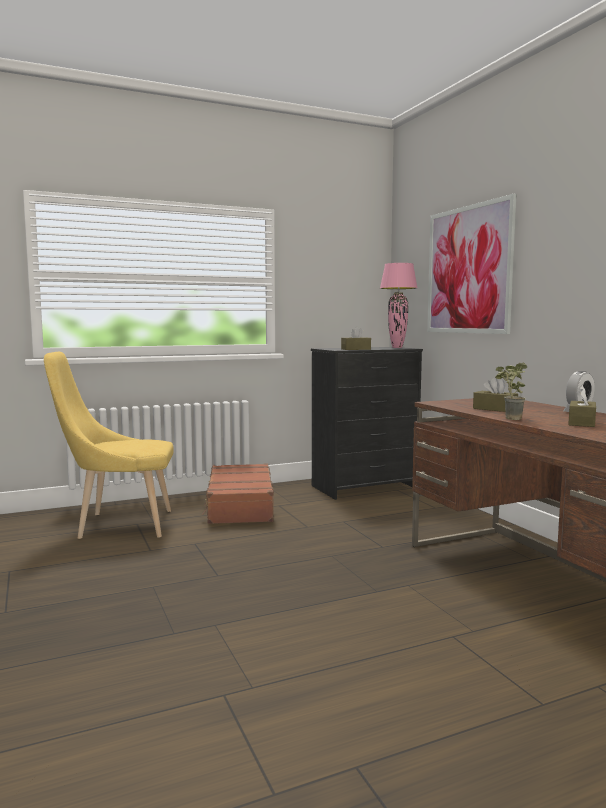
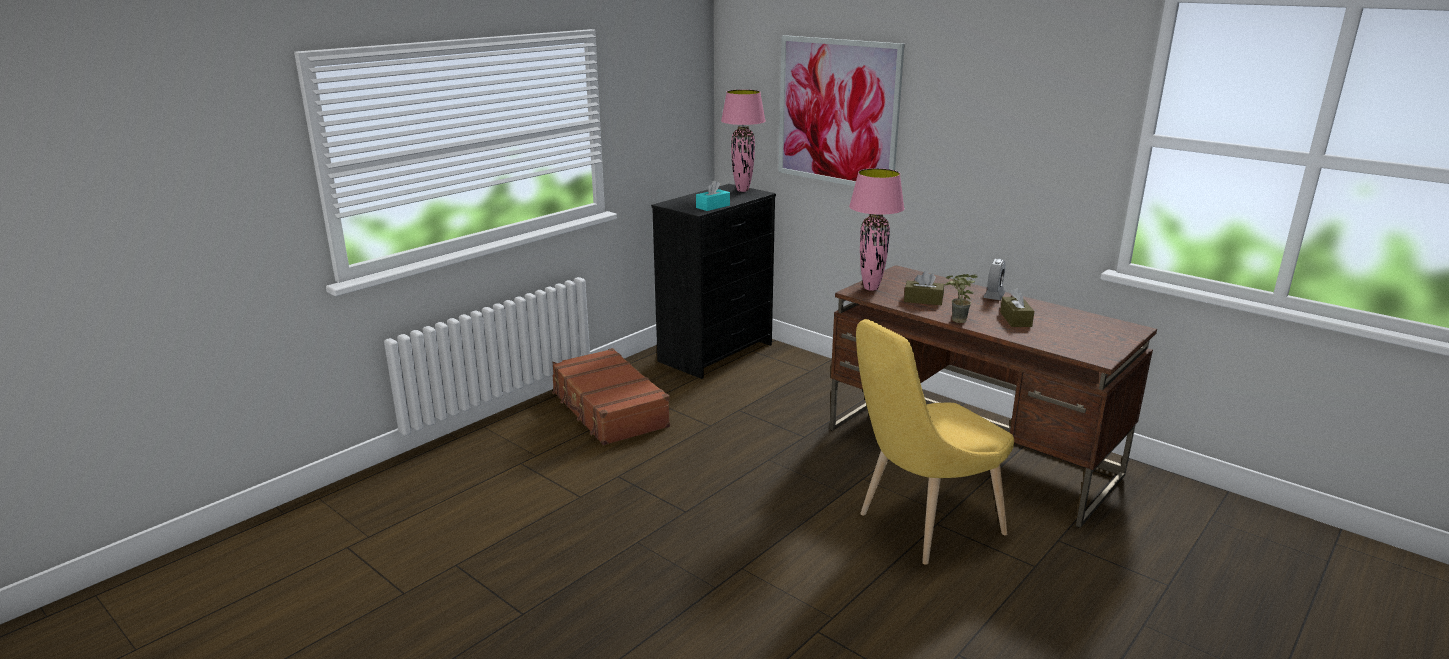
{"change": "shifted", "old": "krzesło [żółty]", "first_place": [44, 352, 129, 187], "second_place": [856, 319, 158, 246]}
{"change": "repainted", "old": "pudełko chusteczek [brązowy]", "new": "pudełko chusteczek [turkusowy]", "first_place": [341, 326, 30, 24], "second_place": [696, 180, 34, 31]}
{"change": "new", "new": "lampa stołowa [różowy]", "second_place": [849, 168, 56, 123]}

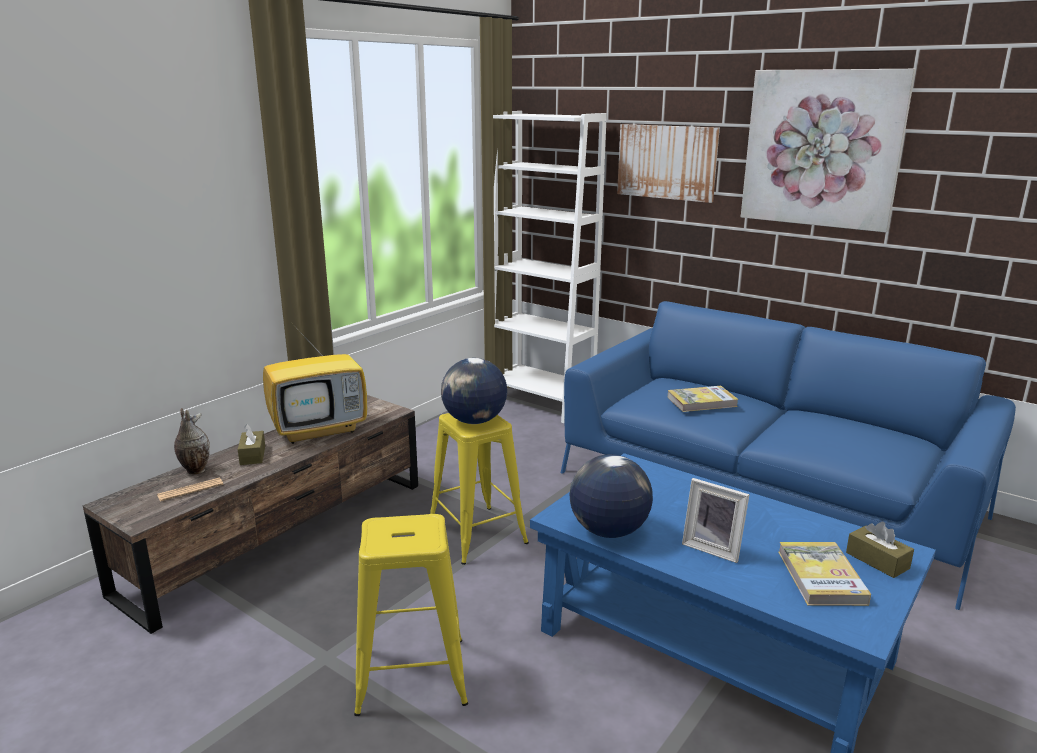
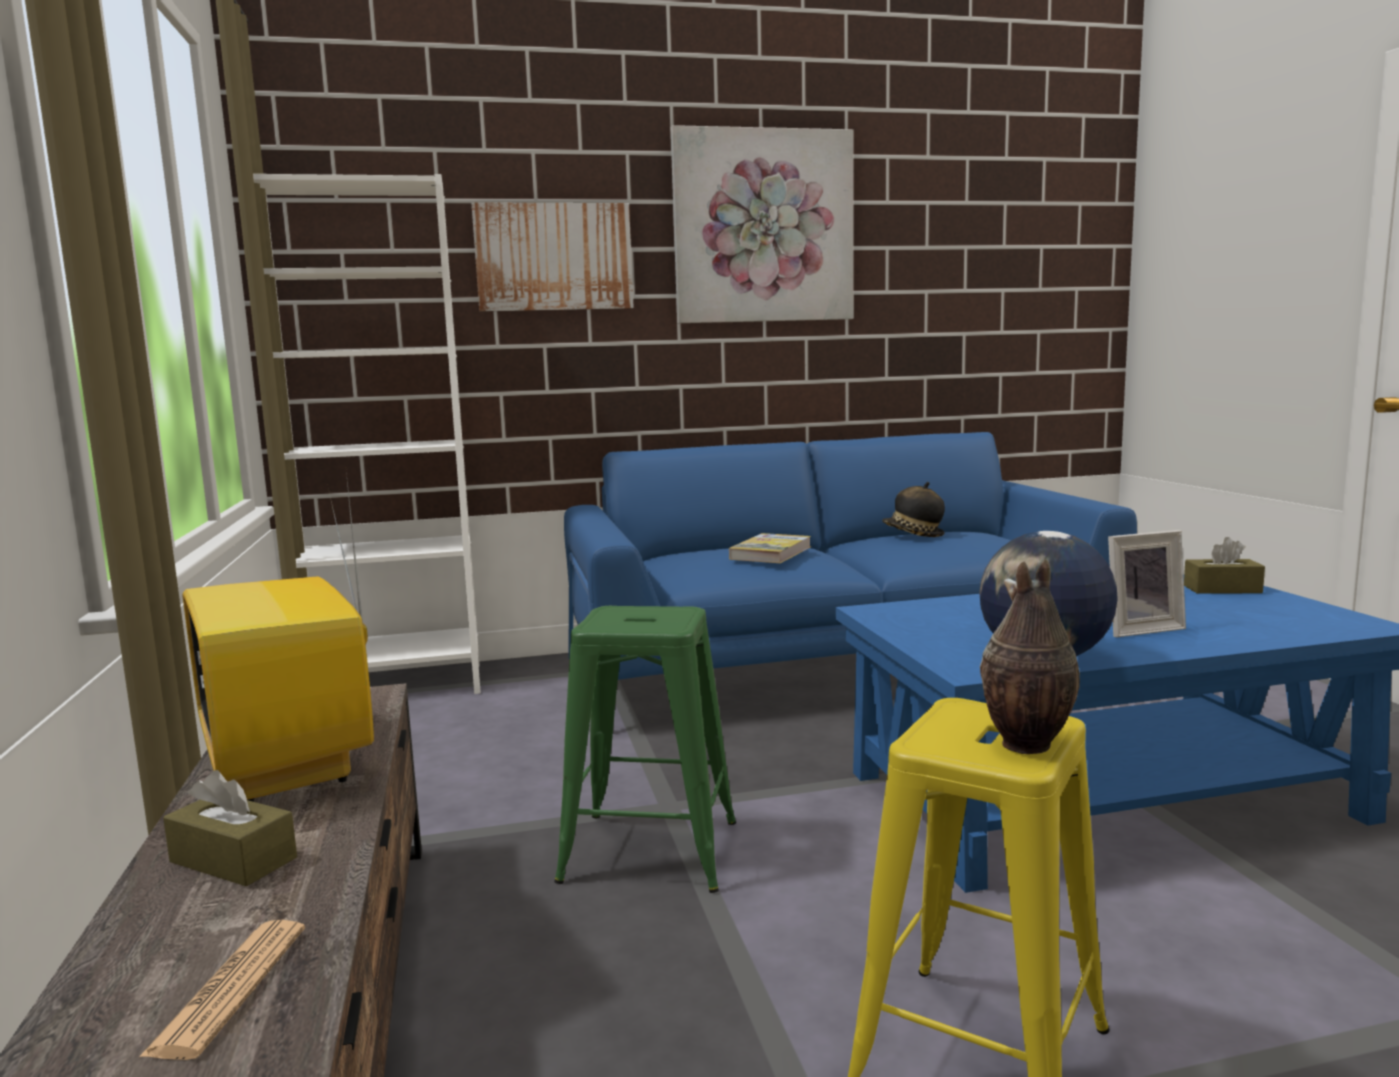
{"change": "shifted", "old": "wazon", "first_place": [174, 408, 36, 66], "second_place": [980, 558, 100, 196]}
{"change": "rotated", "old": "telewizor", "first_place": [263, 305, 104, 139], "second_place": [182, 473, 192, 329], "degrees": 135}
{"change": "repainted", "old": "stołek [żółty]", "new": "stołek [zielony]", "first_place": [430, 413, 99, 152], "second_place": [554, 606, 182, 287]}
{"change": "gone", "old": "globus", "first_place": [441, 358, 66, 66]}
{"change": "gone", "old": "książka", "first_place": [778, 542, 93, 64]}
{"change": "new", "new": "kapelusz", "second_place": [882, 482, 63, 55]}

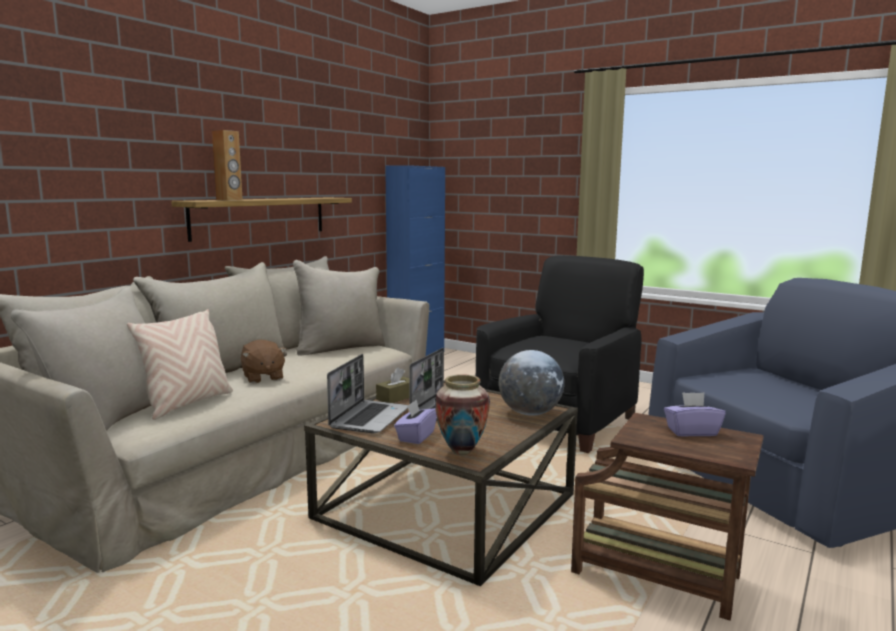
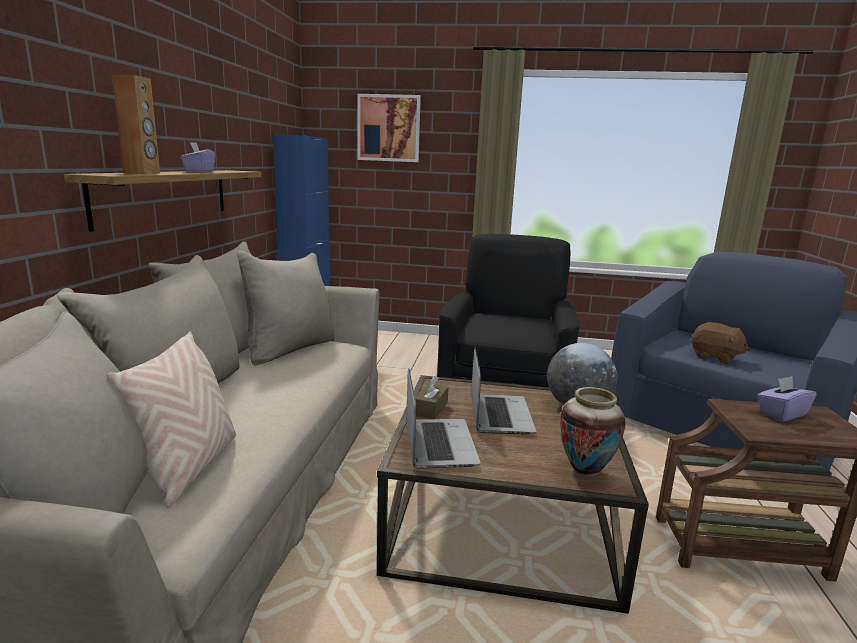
{"change": "shifted", "old": "pluszak [brązowy]", "first_place": [241, 339, 46, 44], "second_place": [691, 322, 59, 42]}
{"change": "shifted", "old": "pudełko chusteczek [fioletowy]", "first_place": [394, 399, 43, 45], "second_place": [180, 142, 35, 31]}
{"change": "new", "new": "obraz", "second_place": [357, 94, 64, 68]}

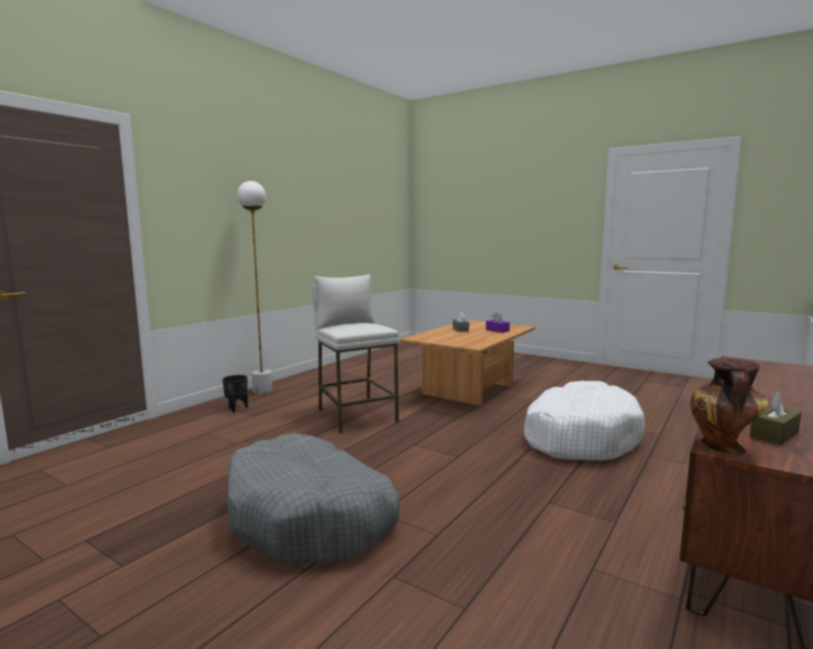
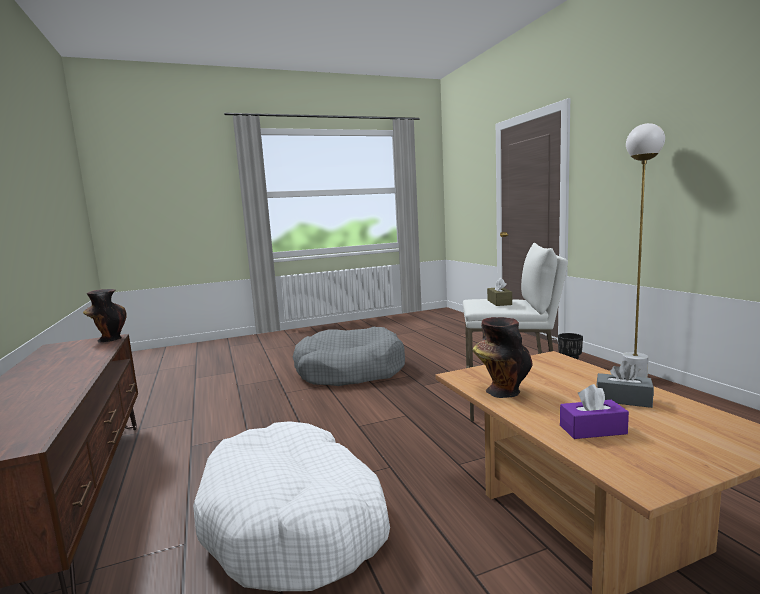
{"change": "shifted", "old": "pudełko chusteczek [brązowy]", "first_place": [749, 393, 52, 52], "second_place": [487, 277, 25, 29]}
{"change": "new", "new": "wazon", "second_place": [473, 317, 60, 81]}

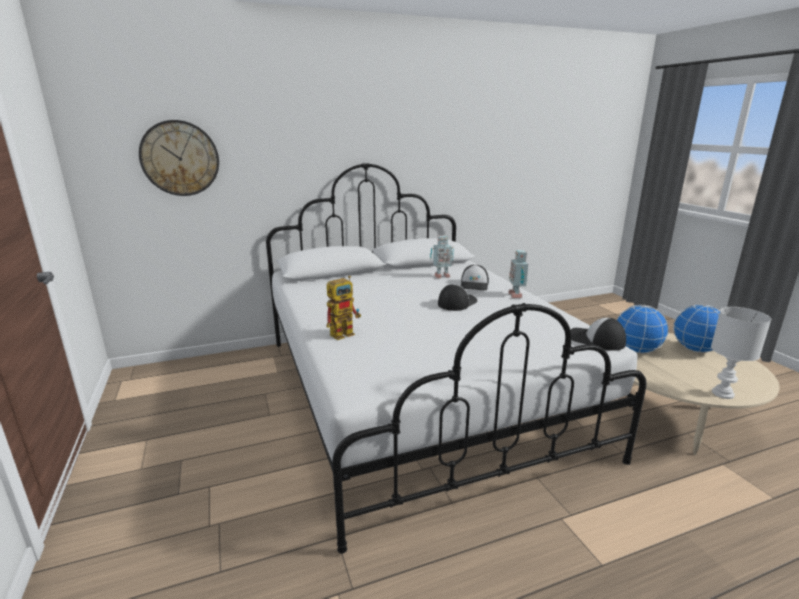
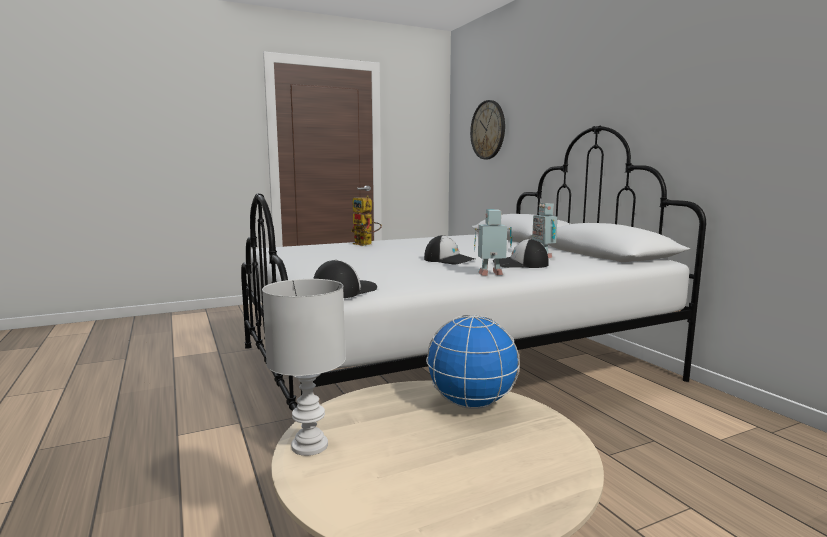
{"change": "gone", "old": "globus", "first_place": [673, 304, 47, 49]}

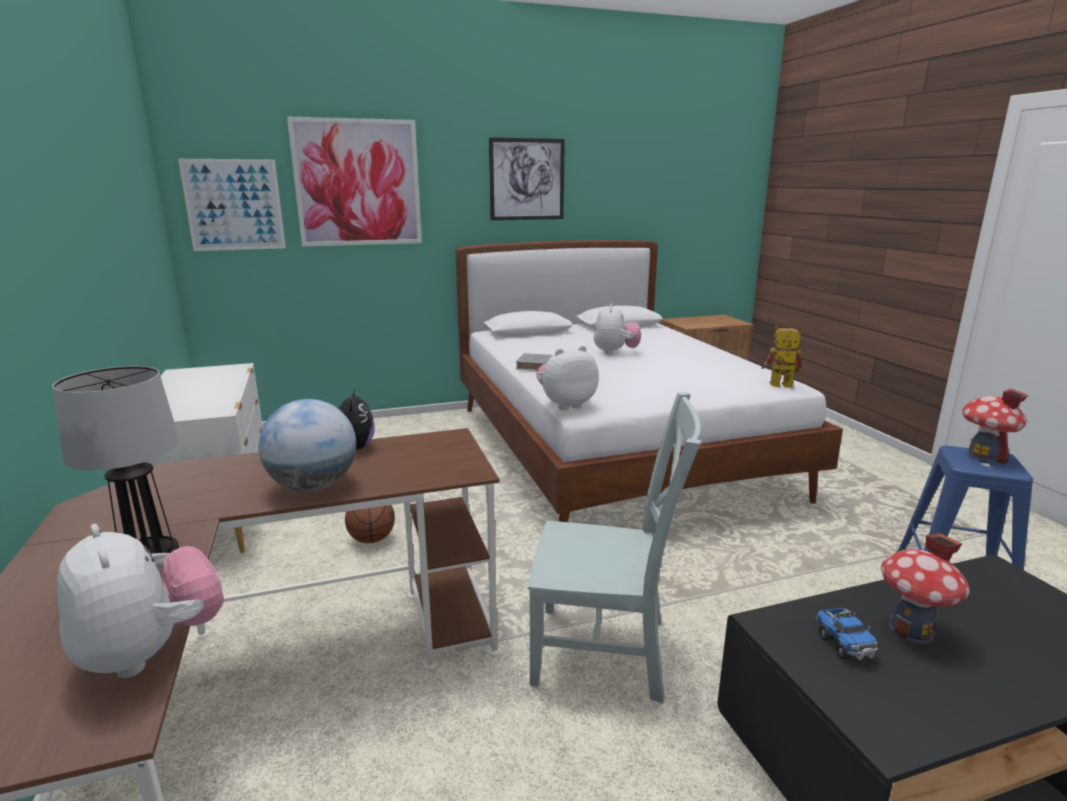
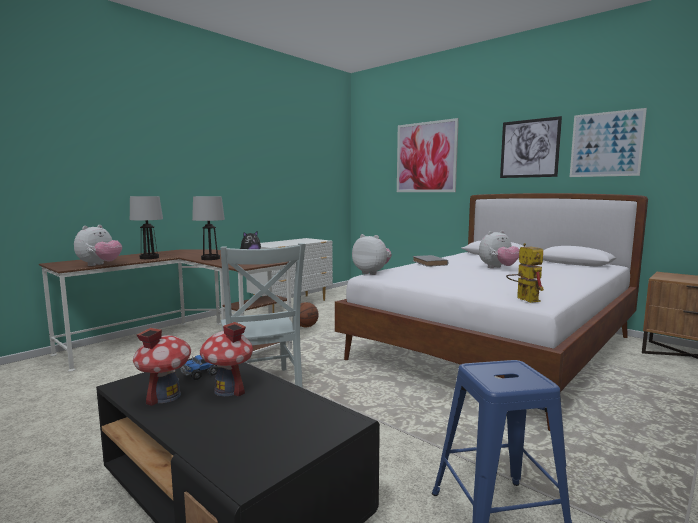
{"change": "shifted", "old": "obraz", "first_place": [178, 159, 108, 92], "second_place": [570, 108, 77, 69]}
{"change": "swapped", "old": "globus", "new": "lampa stołowa", "first_place": [258, 399, 98, 93], "second_place": [192, 196, 33, 64]}
{"change": "shifted", "old": "domek", "first_place": [962, 389, 66, 75], "second_place": [133, 328, 58, 78]}

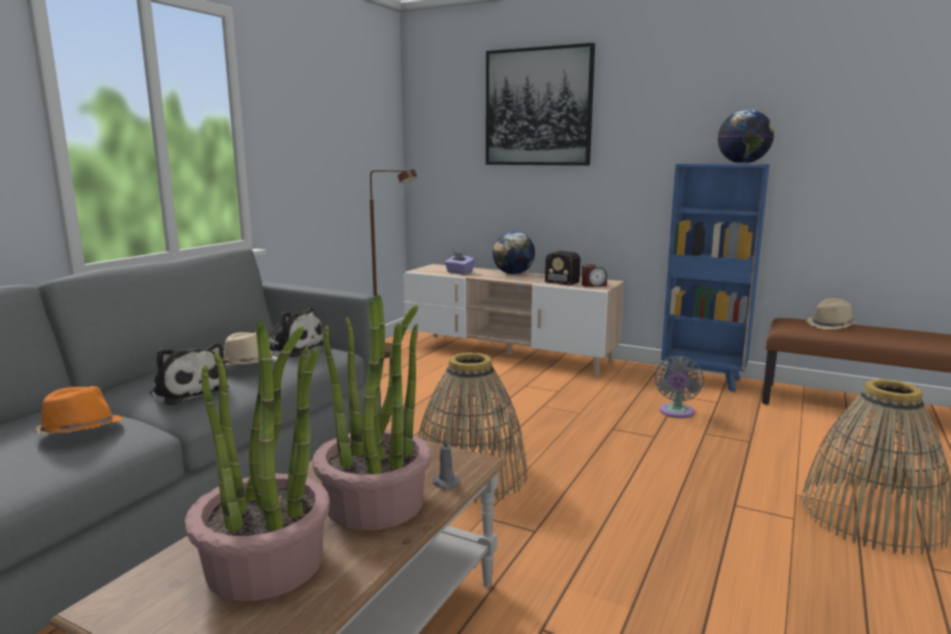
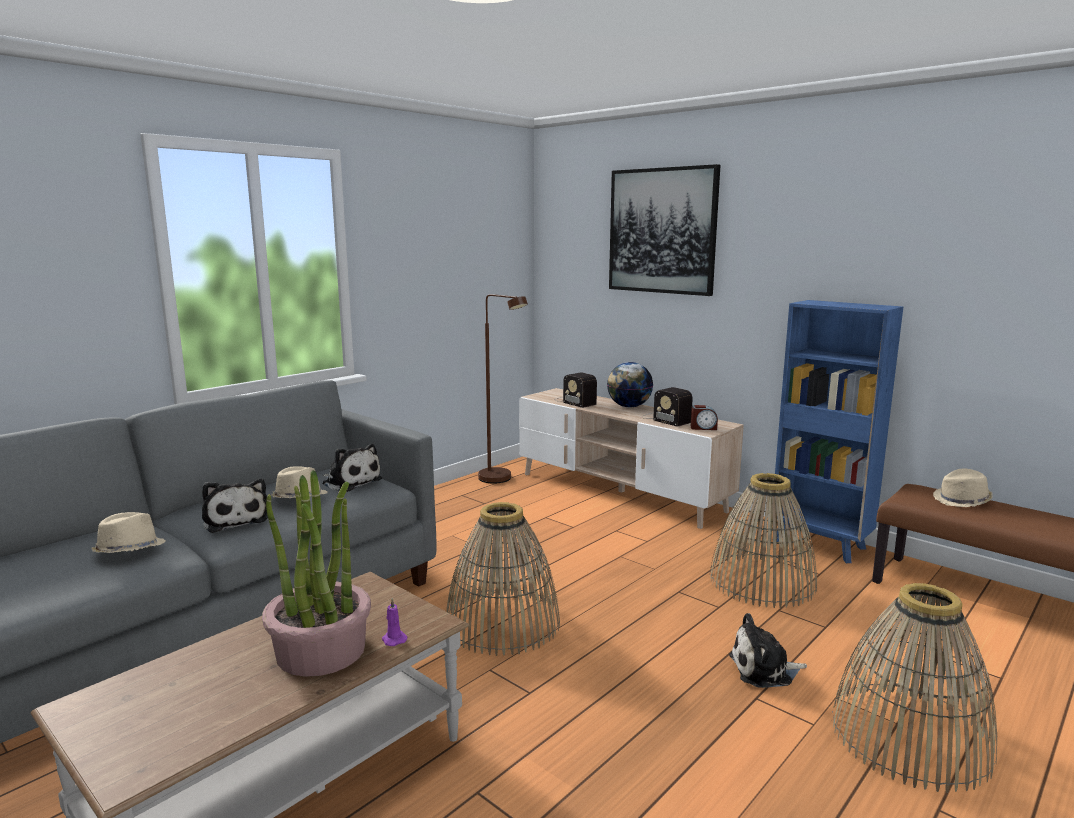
{"change": "repainted", "old": "kapelusz [pomarańczowy]", "new": "kapelusz [beżowy]", "first_place": [35, 386, 88, 49], "second_place": [92, 512, 74, 41]}
{"change": "gone", "old": "roślina doniczkowa", "first_place": [185, 319, 145, 282]}
{"change": "repainted", "old": "świeca [szary]", "new": "świeca [fioletowy]", "first_place": [433, 437, 27, 52], "second_place": [382, 598, 26, 48]}
{"change": "swapped", "old": "pudełko chusteczek [fioletowy]", "new": "radio", "first_place": [444, 252, 31, 22], "second_place": [554, 372, 43, 36]}
{"change": "swapped", "old": "wentylator [szary]", "new": "koszyk", "first_place": [655, 356, 49, 62], "second_place": [709, 473, 108, 135]}
{"change": "gone", "old": "globus", "first_place": [718, 110, 56, 54]}
{"change": "new", "new": "pluszak", "second_place": [729, 613, 78, 75]}

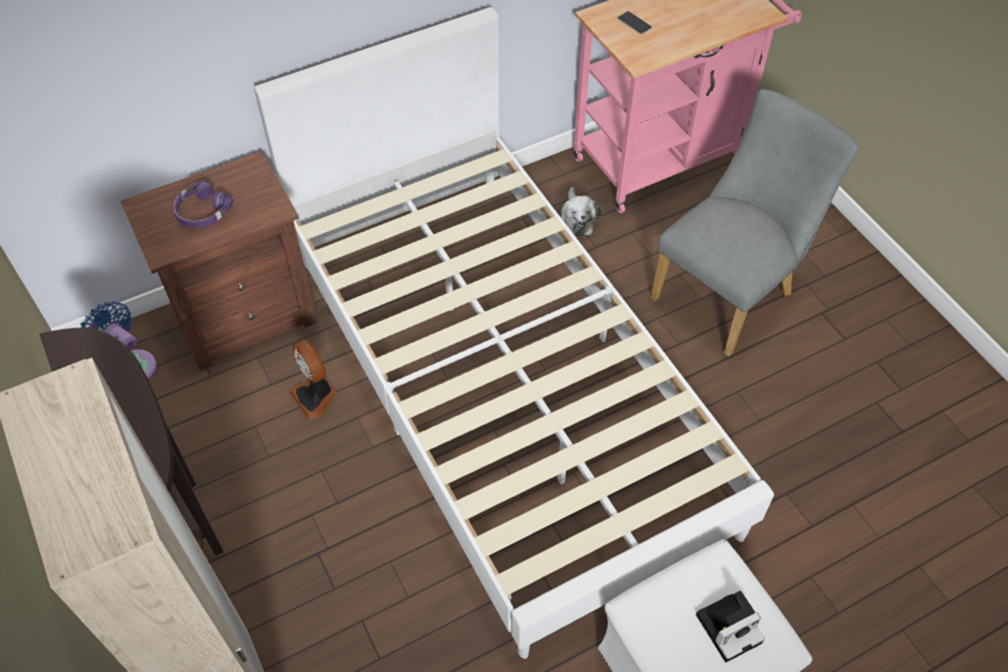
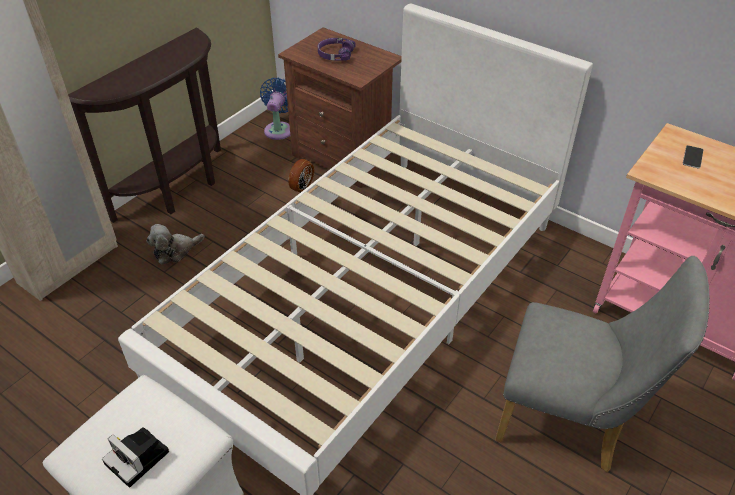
{"change": "shifted", "old": "pluszak", "first_place": [561, 187, 40, 50], "second_place": [147, 224, 57, 40]}

